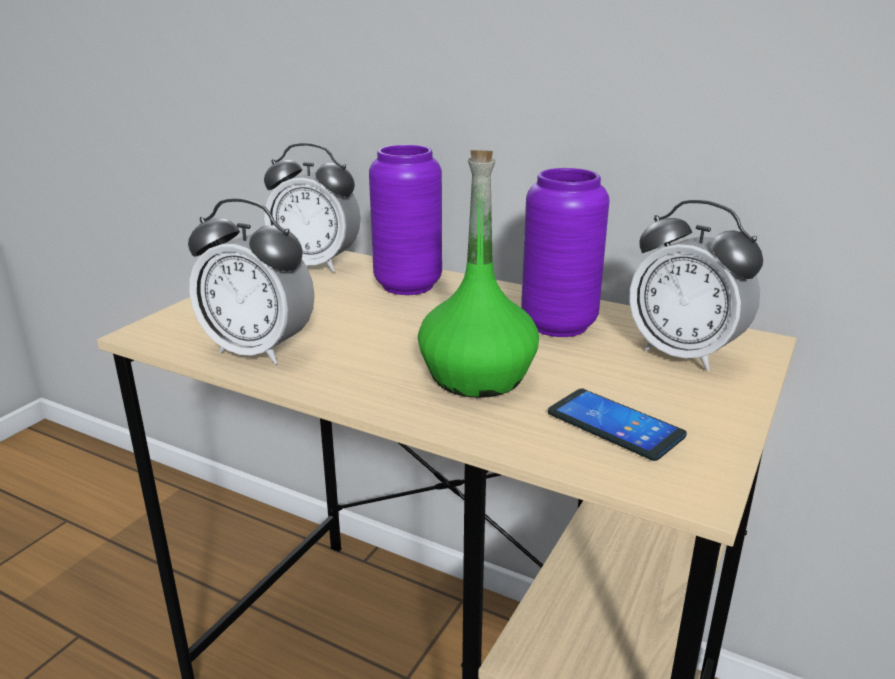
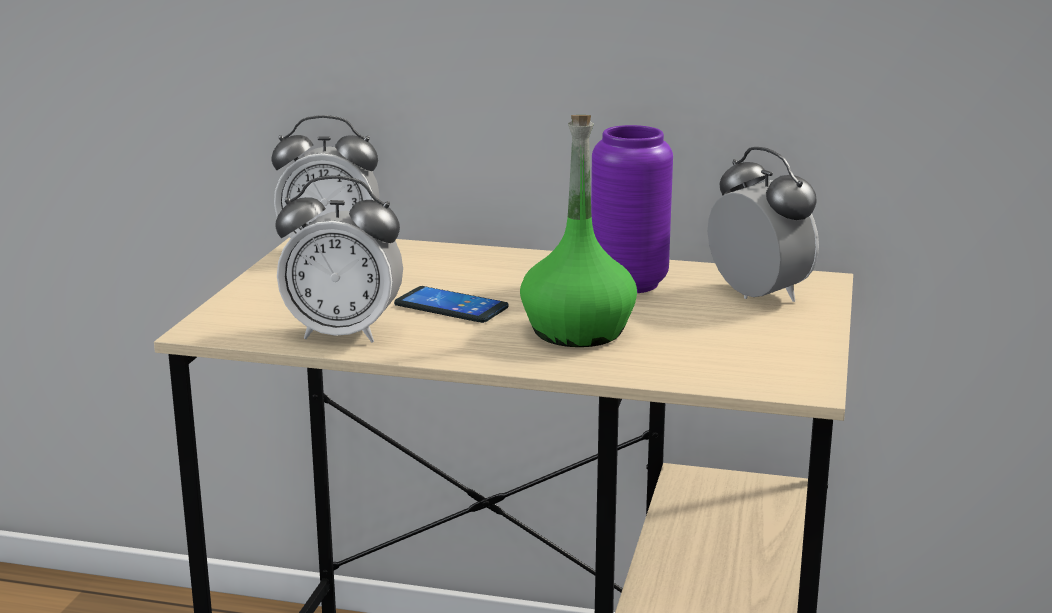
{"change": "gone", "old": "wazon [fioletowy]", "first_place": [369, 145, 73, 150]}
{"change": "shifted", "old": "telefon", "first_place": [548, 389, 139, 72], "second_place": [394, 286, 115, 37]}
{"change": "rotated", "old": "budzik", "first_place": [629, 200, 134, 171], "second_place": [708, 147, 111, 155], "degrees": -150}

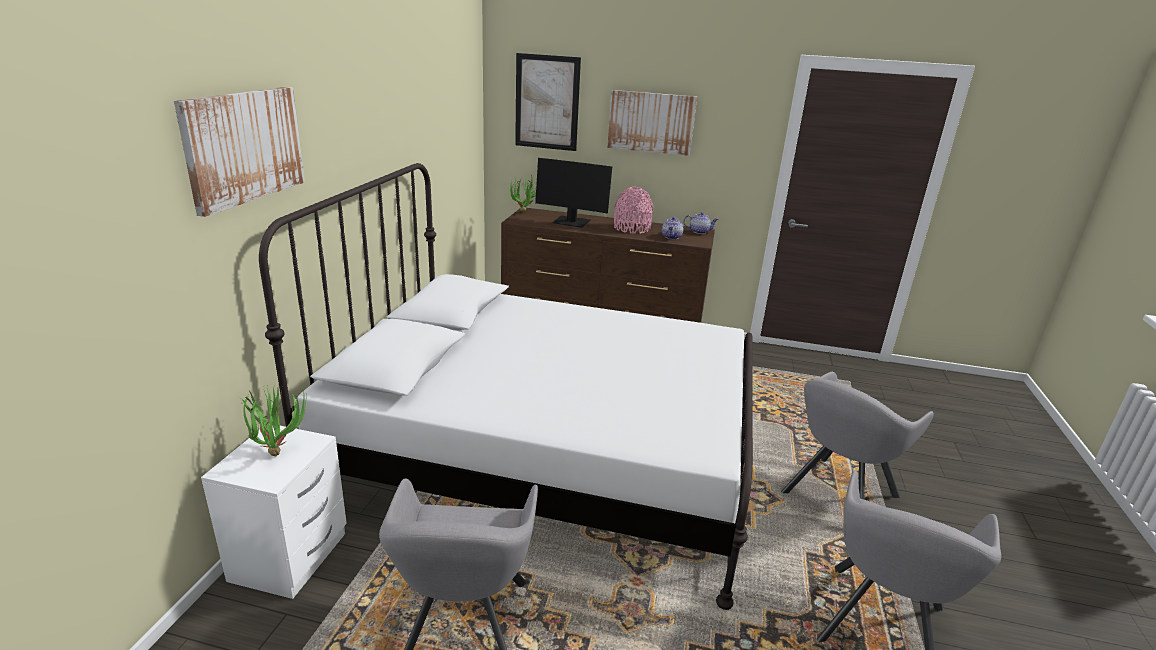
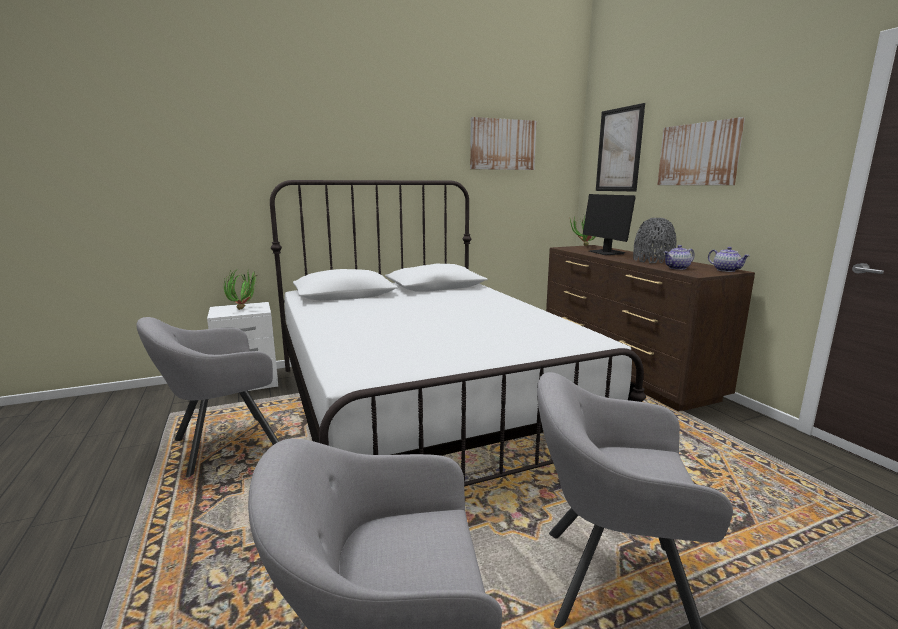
{"change": "shifted", "old": "obraz", "first_place": [174, 87, 131, 130], "second_place": [470, 117, 67, 53]}
{"change": "repainted", "old": "wazon [różowy]", "new": "wazon [szary]", "first_place": [614, 187, 39, 47], "second_place": [633, 218, 44, 45]}

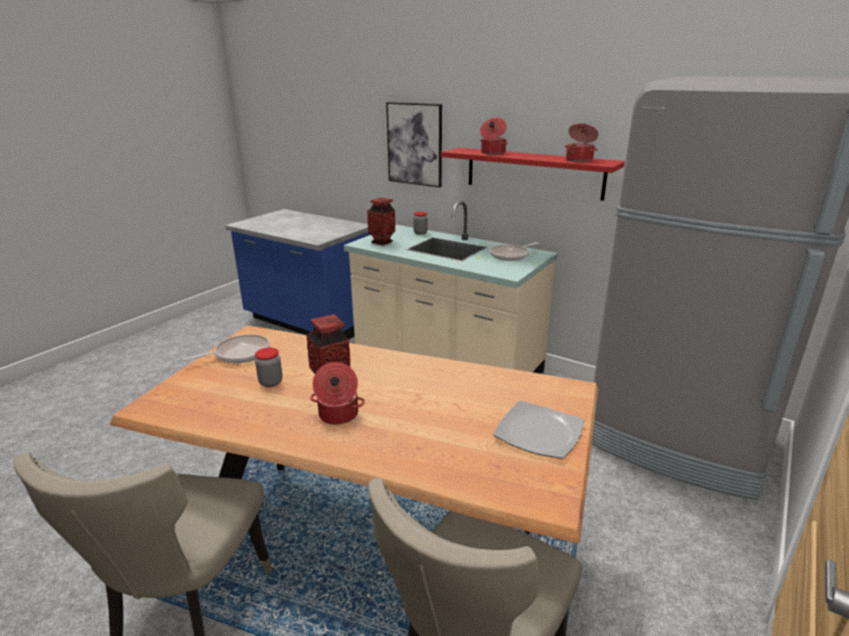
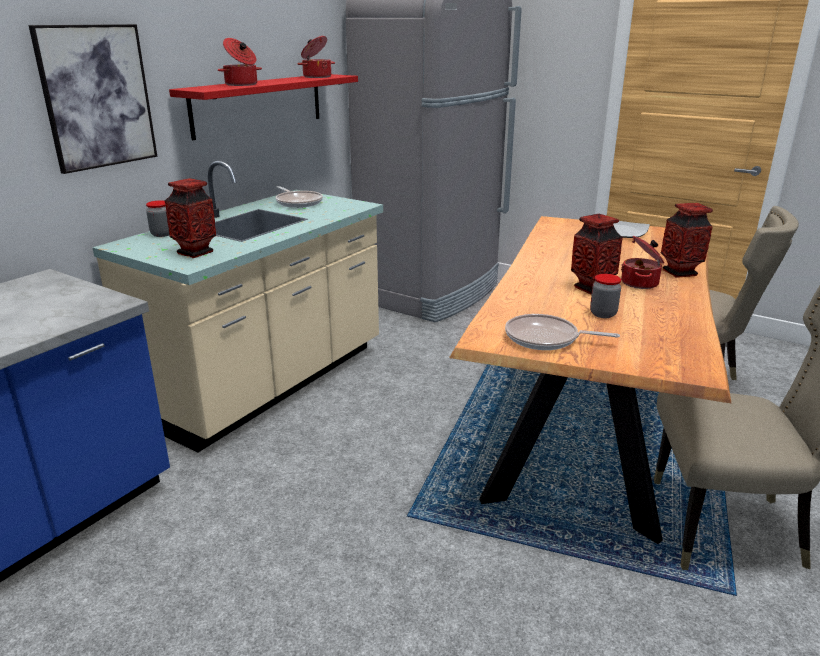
{"change": "rotated", "old": "patelnia", "first_place": [183, 334, 87, 29], "second_place": [505, 314, 115, 36], "degrees": -45}
{"change": "new", "new": "wazon", "second_place": [661, 203, 52, 75]}

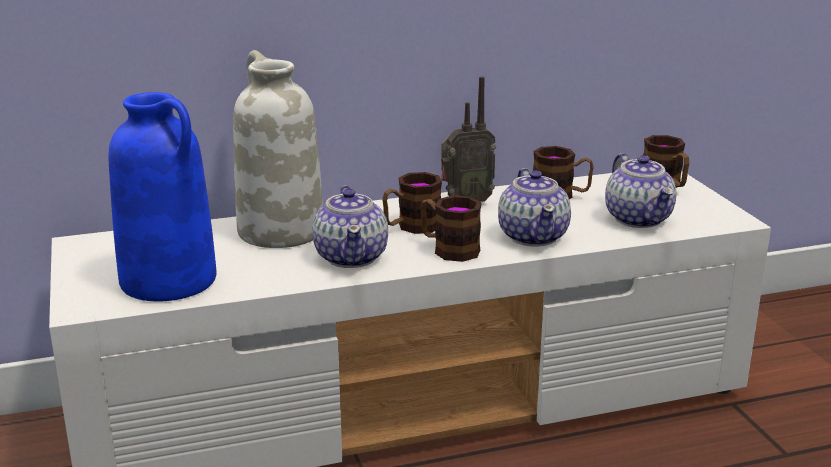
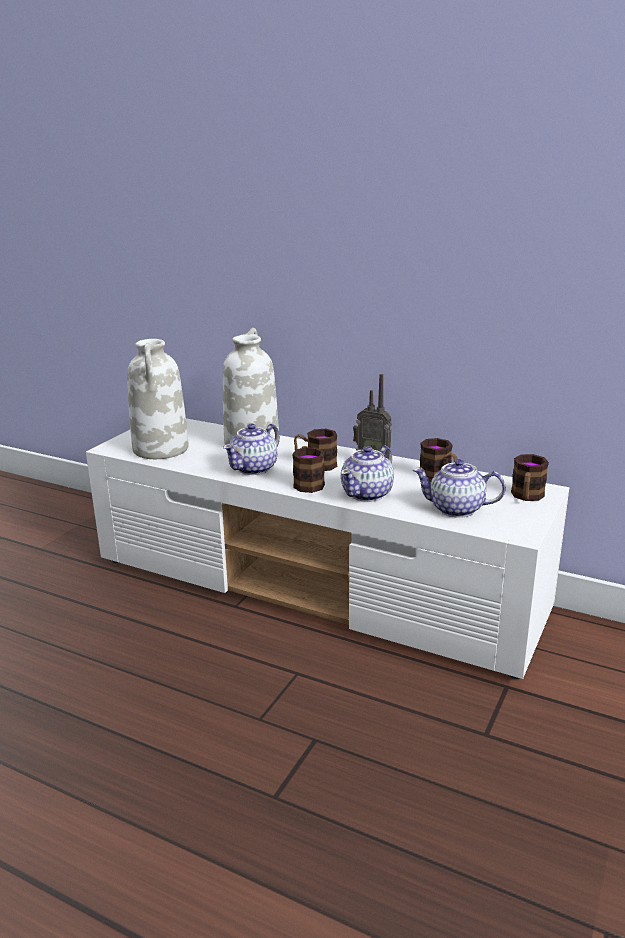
{"change": "repainted", "old": "wazon [niebieski]", "new": "wazon [biały]", "first_place": [109, 92, 107, 209], "second_place": [127, 339, 62, 120]}
{"change": "rotated", "old": "imbryk", "first_place": [605, 153, 71, 75], "second_place": [413, 459, 93, 59], "degrees": 75}

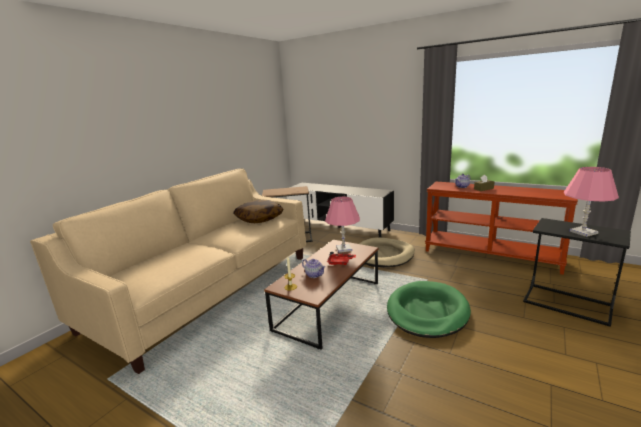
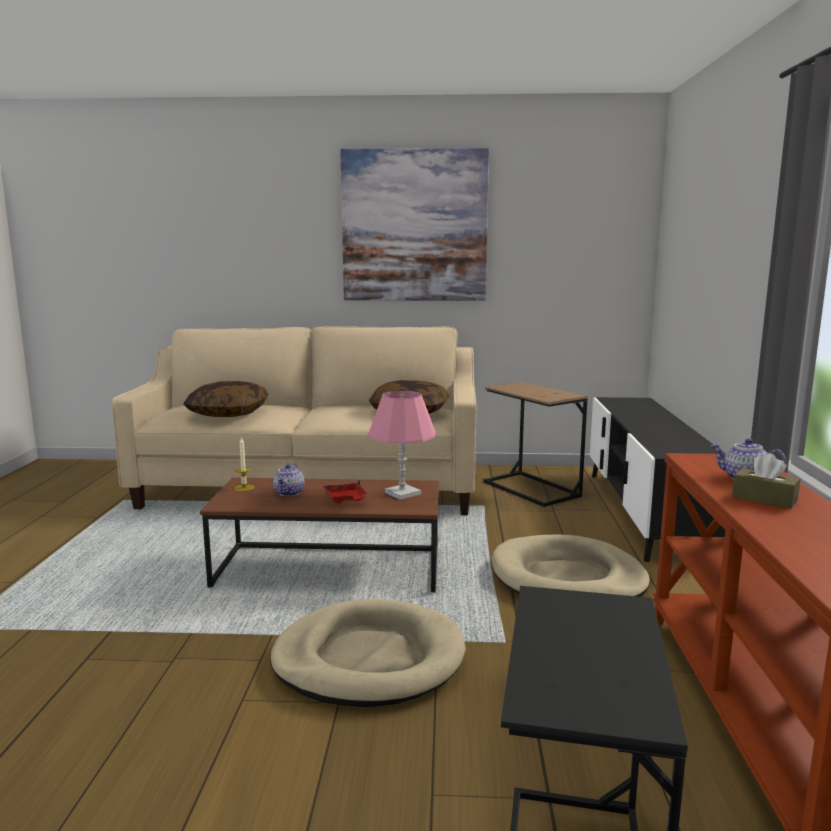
{"change": "repainted", "old": "legowisko [zielony]", "new": "legowisko [beżowy]", "first_place": [387, 281, 84, 57], "second_place": [270, 599, 196, 108]}
{"change": "gone", "old": "lampa stołowa [różowy]", "first_place": [564, 167, 55, 70]}
{"change": "new", "new": "poduszka", "second_place": [183, 381, 85, 36]}
{"change": "new", "new": "obraz", "second_place": [340, 148, 149, 153]}

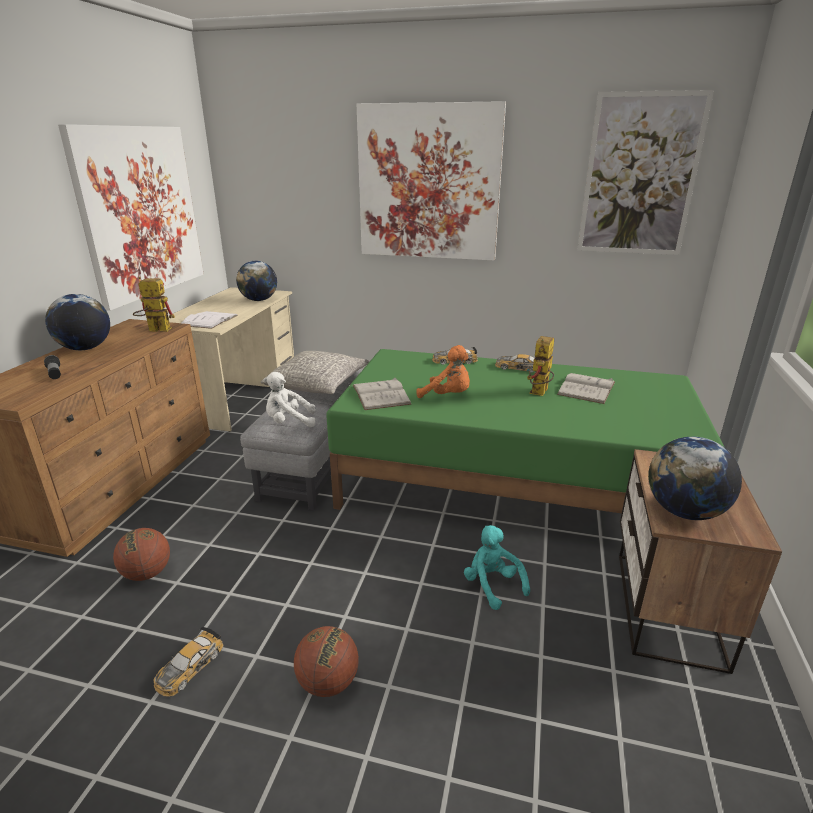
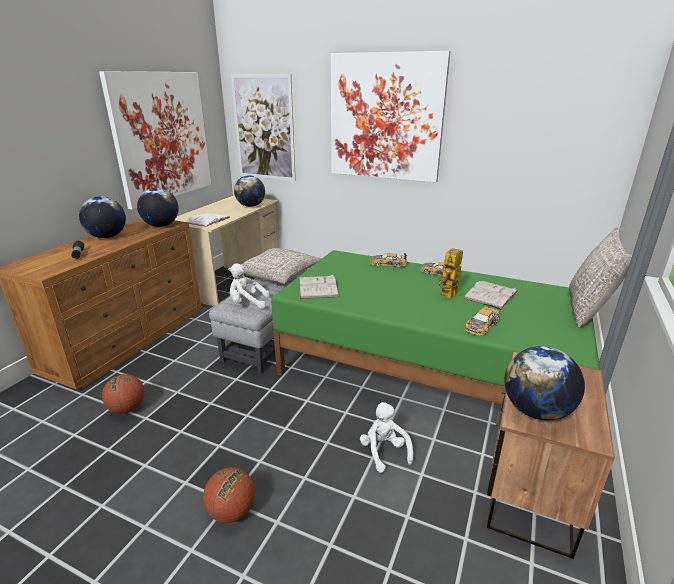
{"change": "swapped", "old": "robot zabawkowy", "new": "globus", "first_place": [133, 277, 42, 55], "second_place": [137, 188, 42, 39]}
{"change": "shifted", "old": "samochodzik", "first_place": [153, 626, 70, 71], "second_place": [465, 303, 36, 33]}
{"change": "gone", "old": "pluszak [pomarańczowy]", "first_place": [416, 345, 54, 53]}
{"change": "repainted", "old": "pluszak [turkusowy]", "new": "pluszak [biały]", "first_place": [464, 525, 66, 85], "second_place": [360, 402, 53, 71]}
{"change": "shifted", "old": "obraz", "first_place": [577, 90, 137, 165], "second_place": [231, 74, 65, 107]}
{"change": "new", "new": "poduszka [szary]", "second_place": [569, 227, 63, 101]}

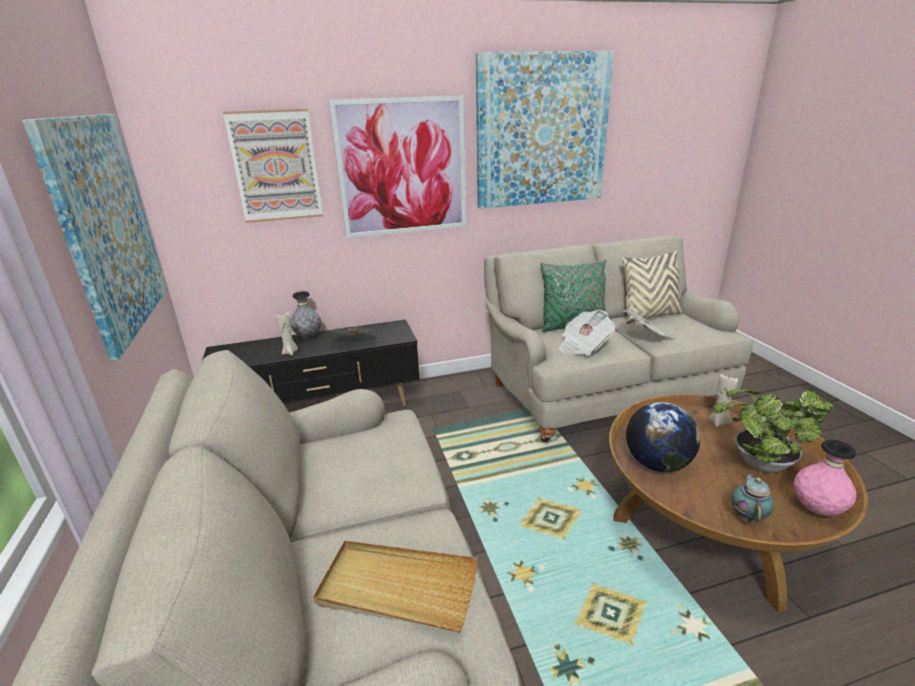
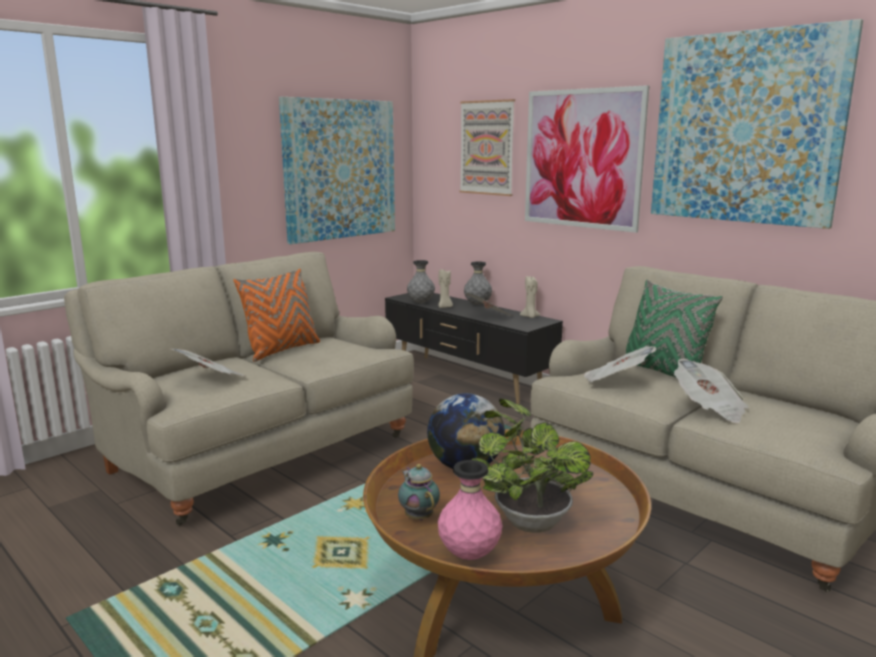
{"change": "swapped", "old": "taca [beżowy]", "new": "gazeta", "first_place": [313, 541, 165, 92], "second_place": [171, 349, 76, 27]}
{"change": "gone", "old": "poduszka [beżowy]", "first_place": [622, 251, 60, 73]}
{"change": "shifted", "old": "świeca [beżowy]", "first_place": [708, 374, 30, 53], "second_place": [520, 276, 20, 42]}
{"change": "rotated", "old": "imbryk", "first_place": [731, 473, 43, 51], "second_place": [398, 464, 42, 56], "degrees": -105}
{"change": "new", "new": "poduszka [pomarańczowy]", "second_place": [233, 269, 87, 93]}
{"change": "new", "new": "wazon [szary]", "second_place": [407, 260, 28, 43]}

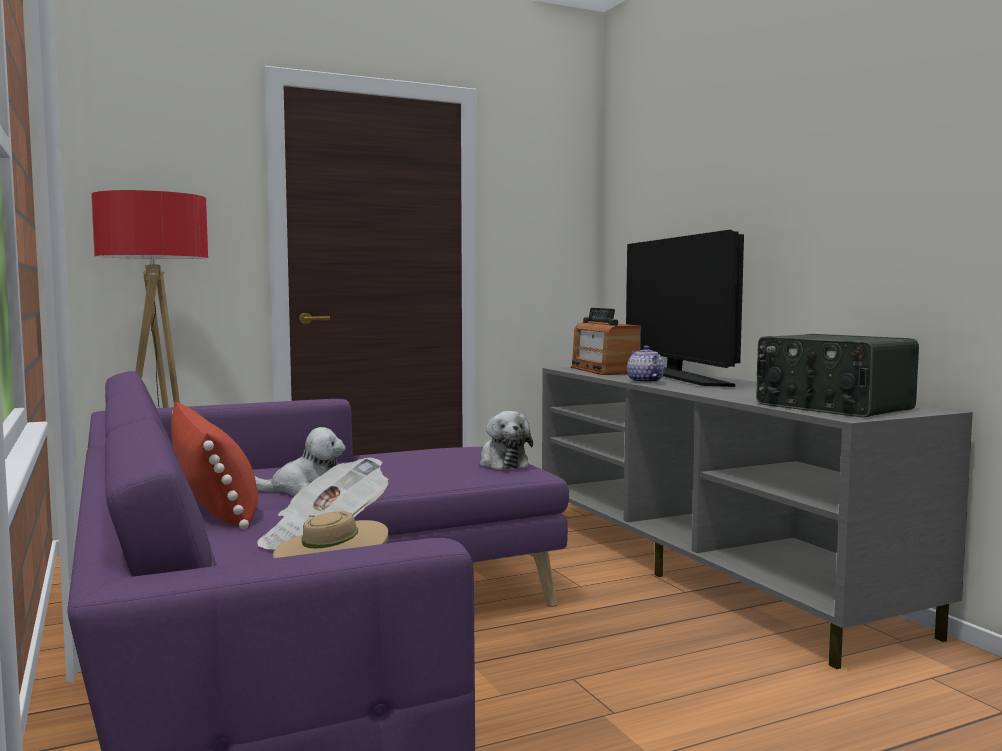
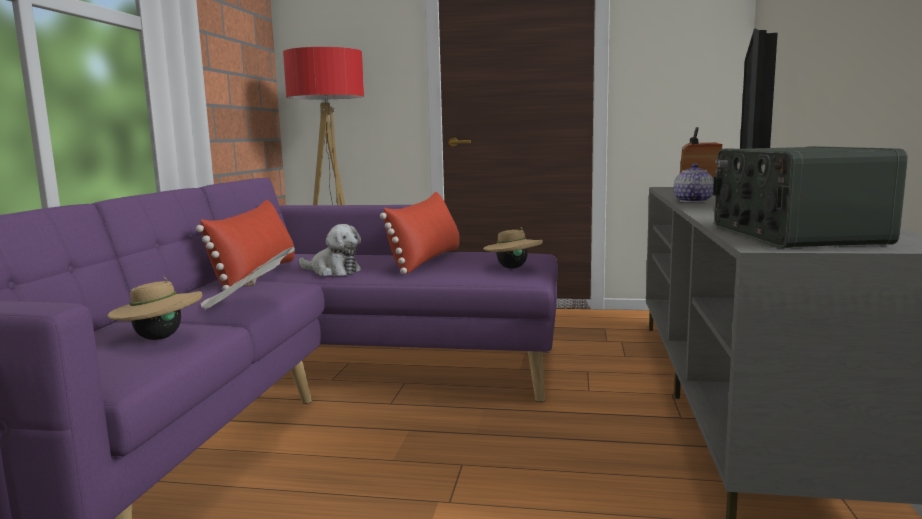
{"change": "swapped", "old": "pluszak", "new": "kapelusz [beżowy]", "first_place": [480, 411, 53, 58], "second_place": [483, 227, 59, 42]}
{"change": "new", "new": "poduszka [czerwony]", "second_place": [380, 192, 80, 82]}

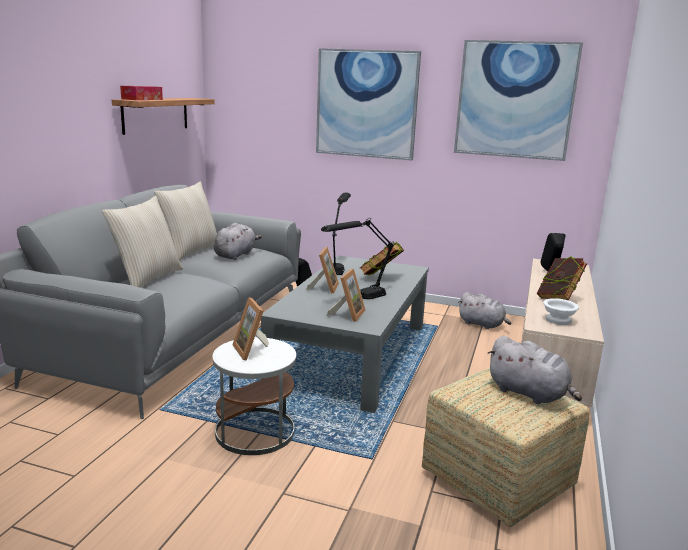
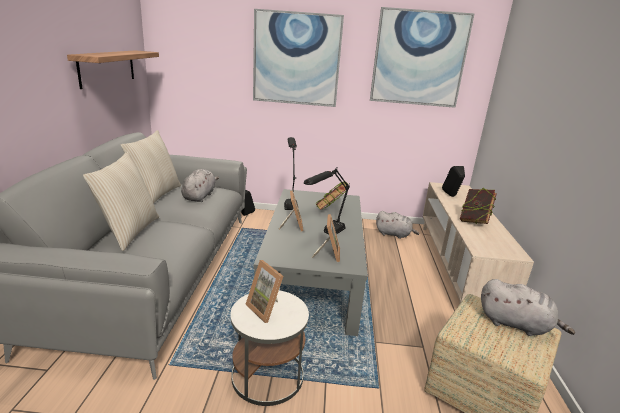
{"change": "gone", "old": "pudełko chusteczek", "first_place": [120, 86, 43, 14]}
{"change": "gone", "old": "miska [biały]", "first_place": [543, 298, 36, 27]}

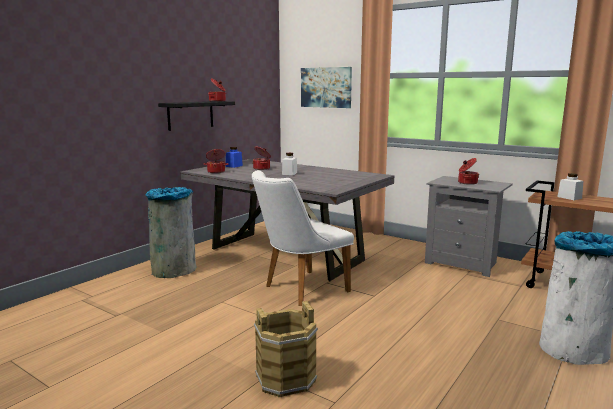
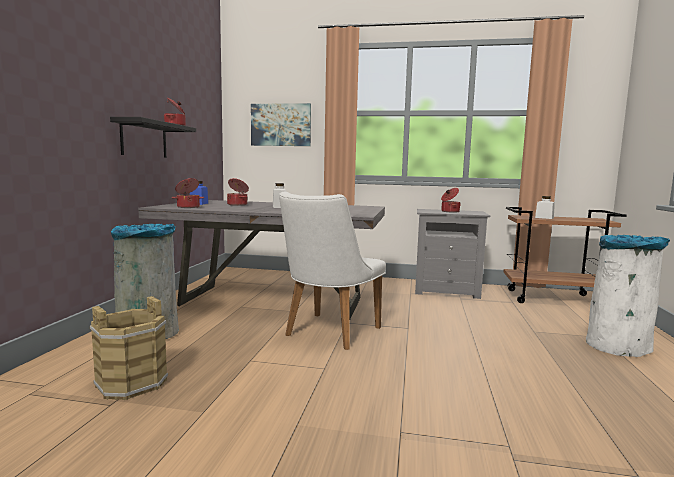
{"change": "shifted", "old": "wiadro [brązowy]", "first_place": [254, 301, 64, 96], "second_place": [90, 296, 78, 104]}

